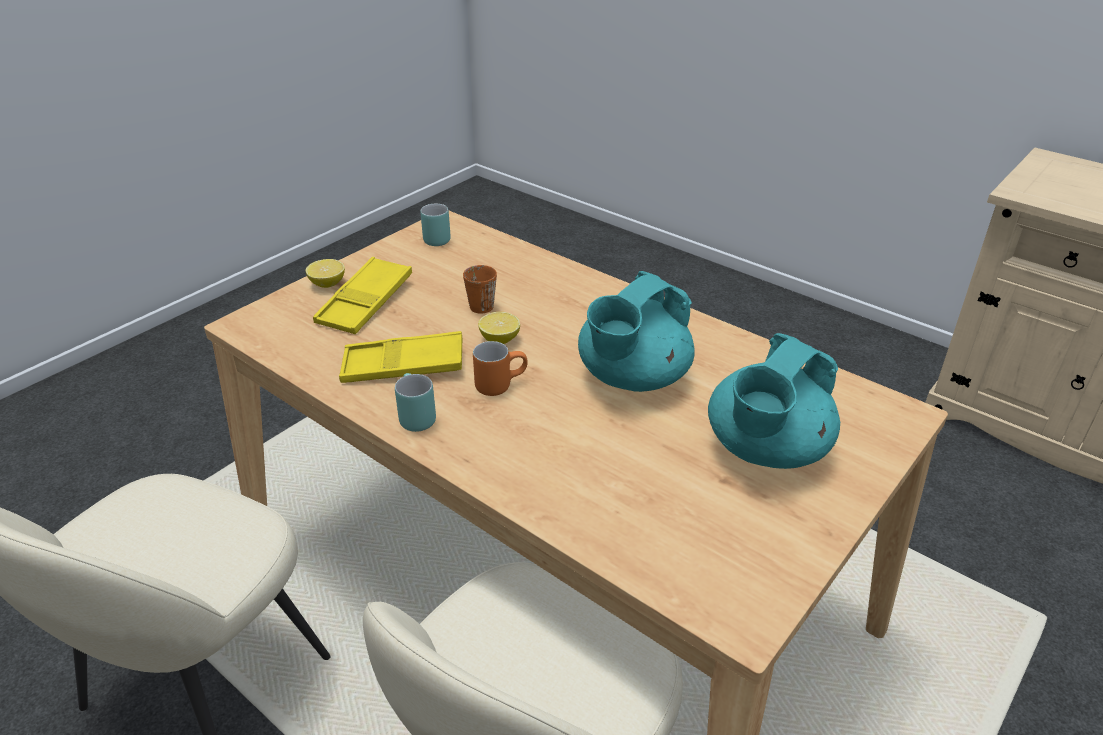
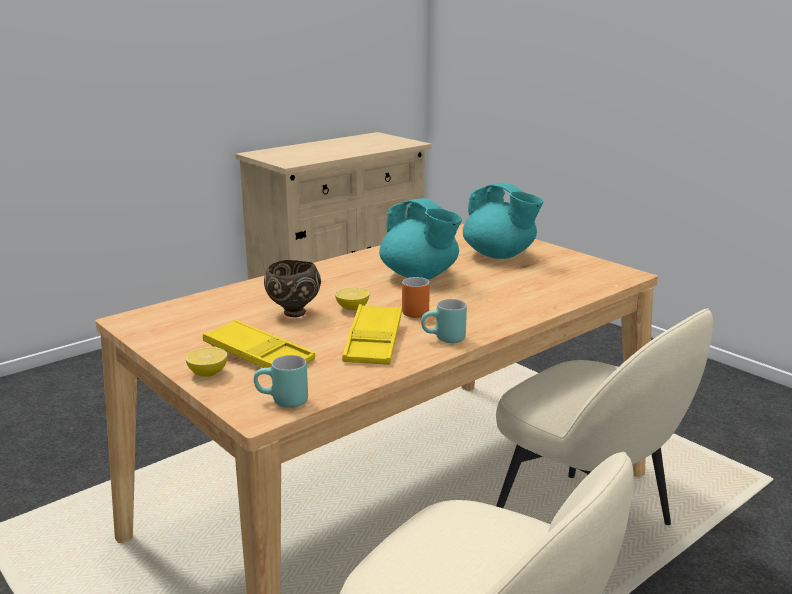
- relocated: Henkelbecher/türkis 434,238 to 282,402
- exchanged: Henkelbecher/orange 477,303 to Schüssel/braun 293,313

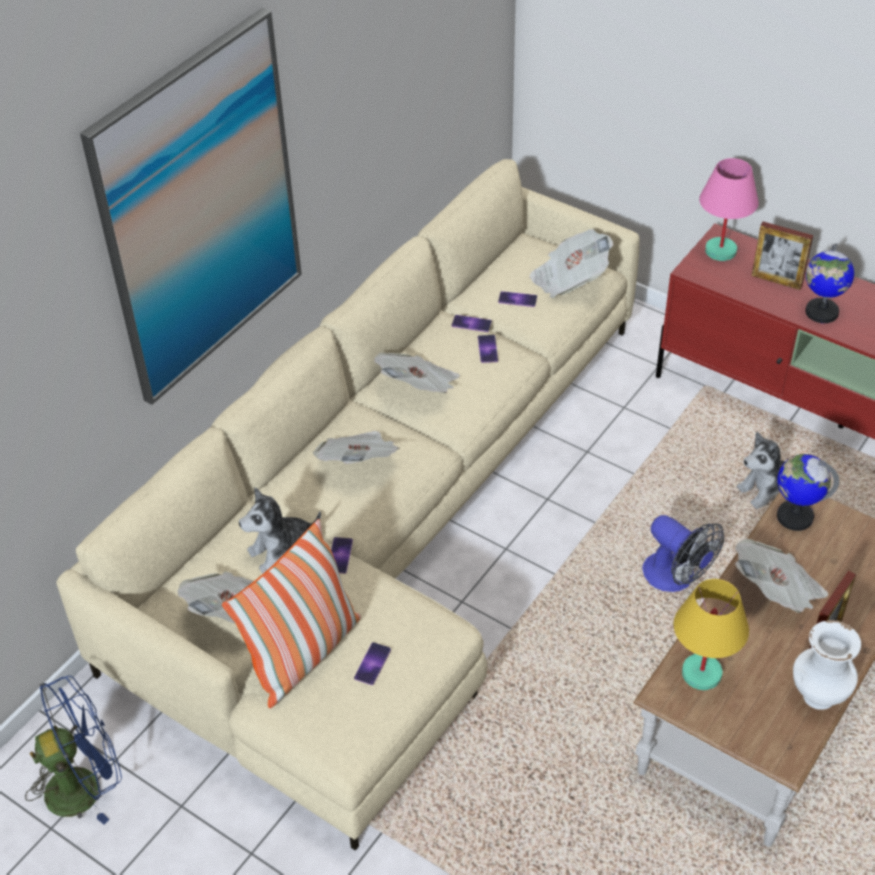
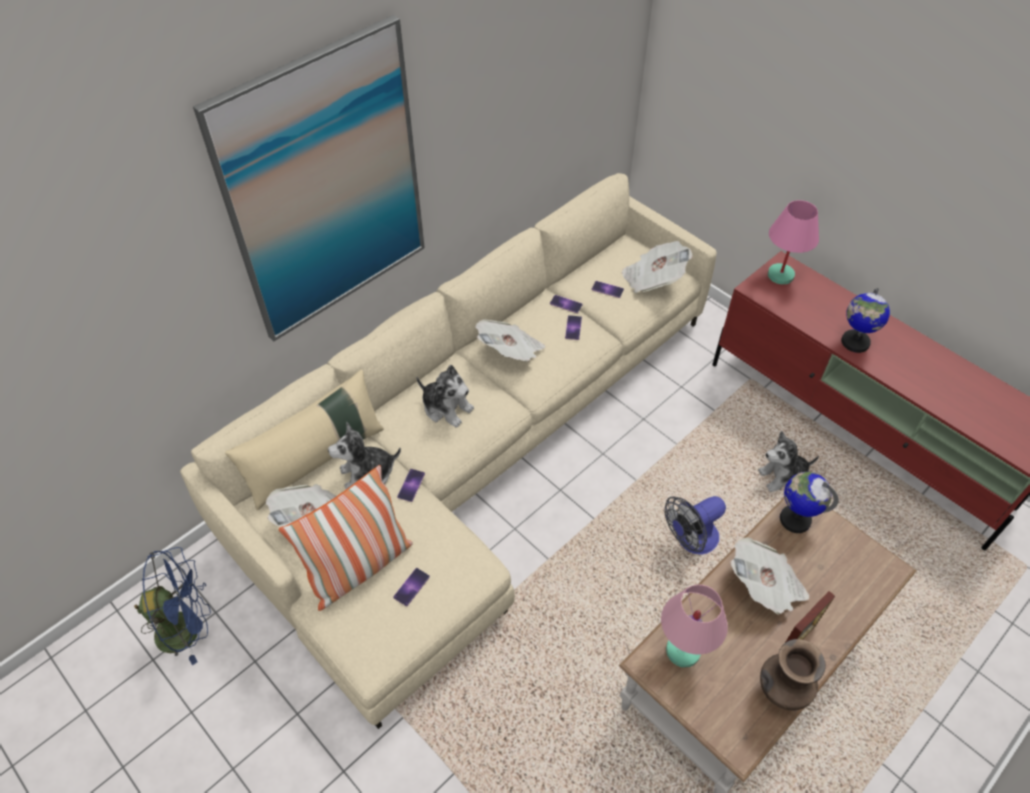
- missing: Bilderrahmen 776,280
- exchanged: Zeitung 358,463 to Plüschtier 446,408
- spun: Ventilator 676,578 = 691,540 90 degrees clockwise
- colour: Tischlampe/gelb 702,674 to Tischlampe/rosa 683,651
- colour: Vase/weiß 817,697 to Vase/braun 779,693
- appeared: Kissen/beige 316,460

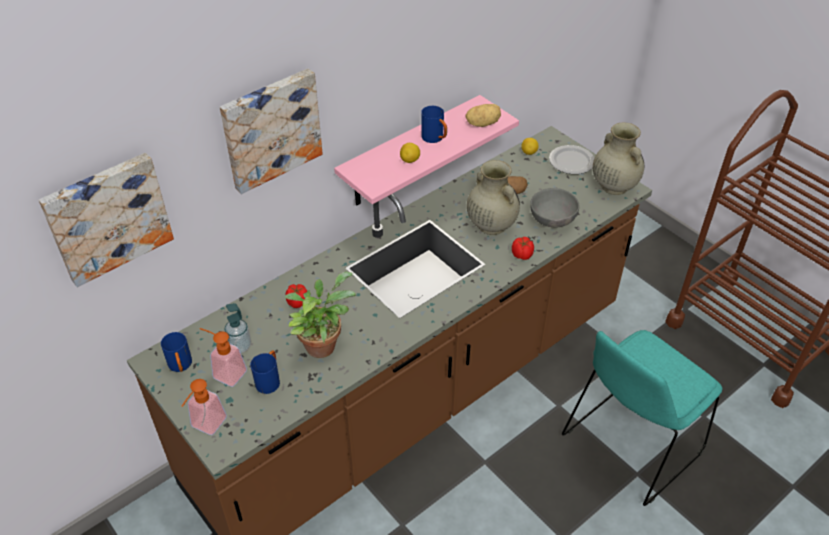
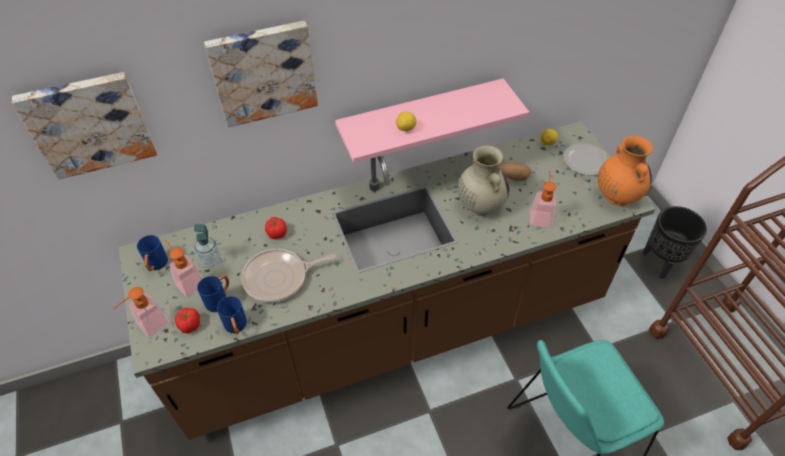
- missing: Kartoffel 482,123
- relocated: Henkelbecher/blau 435,139 to 236,327
- colour: Vase/beige 613,186 to Vase/orange 617,195
- exchanged: Schüssel/grau 552,221 to Seifenspender 540,216
- relocated: Tomate 522,255 to 190,325
- exchanged: Topfpflanze 322,343 to Pfanne 279,278
- appeared: Pflanzkübel/schwarz 661,263

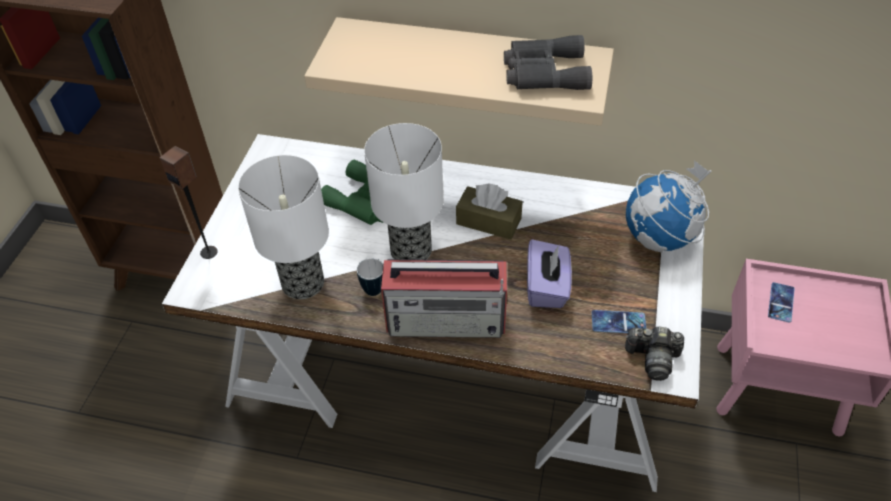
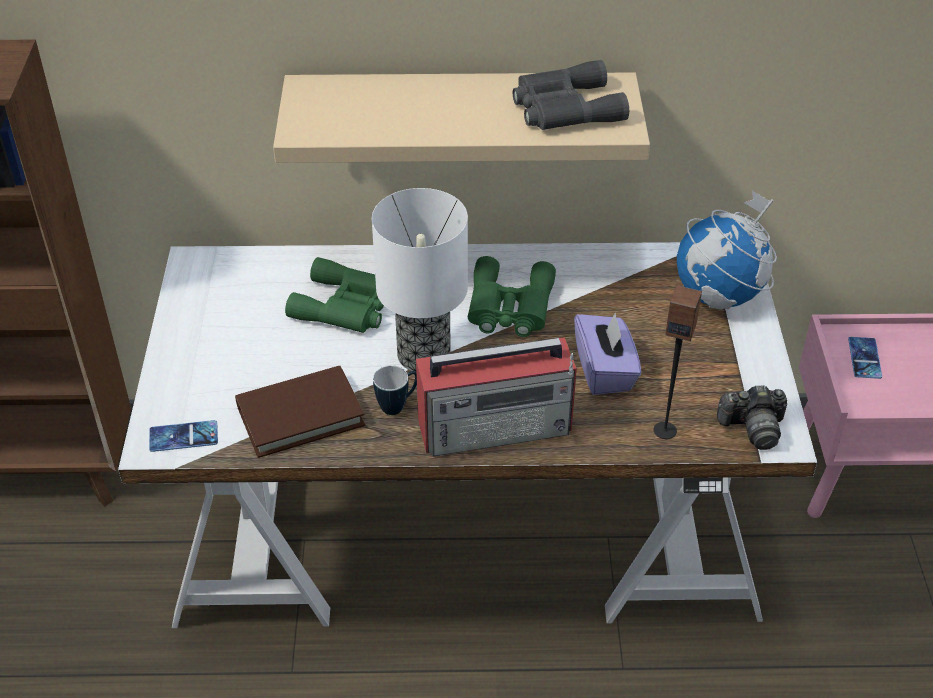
- relocated: Lautsprecher 209,252 to 665,430
- exchanged: Tischlampe 304,284 to Buch/braun 300,415
- exchanged: Taschentuchbox/braun 488,221 to Fernglas/grün 509,307
- relocated: Handy 618,322 to 183,436

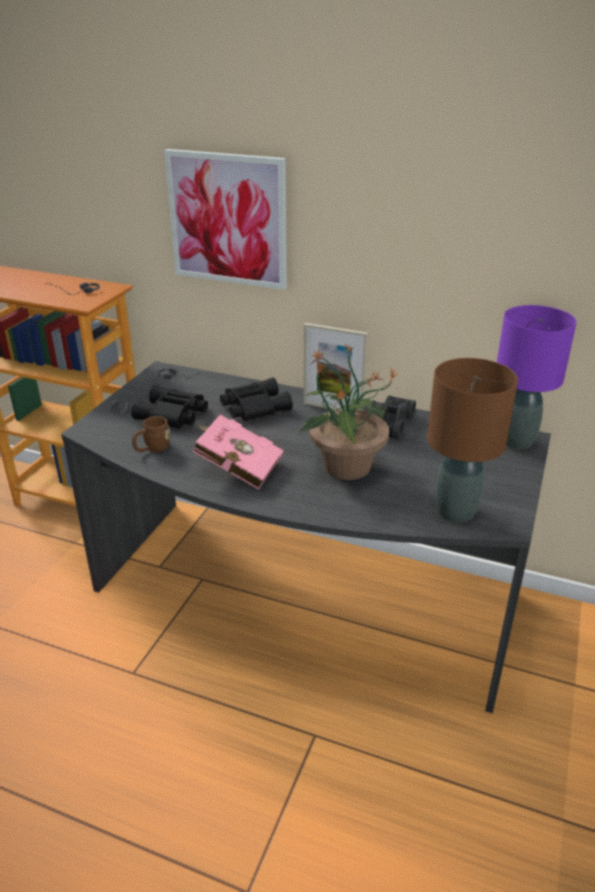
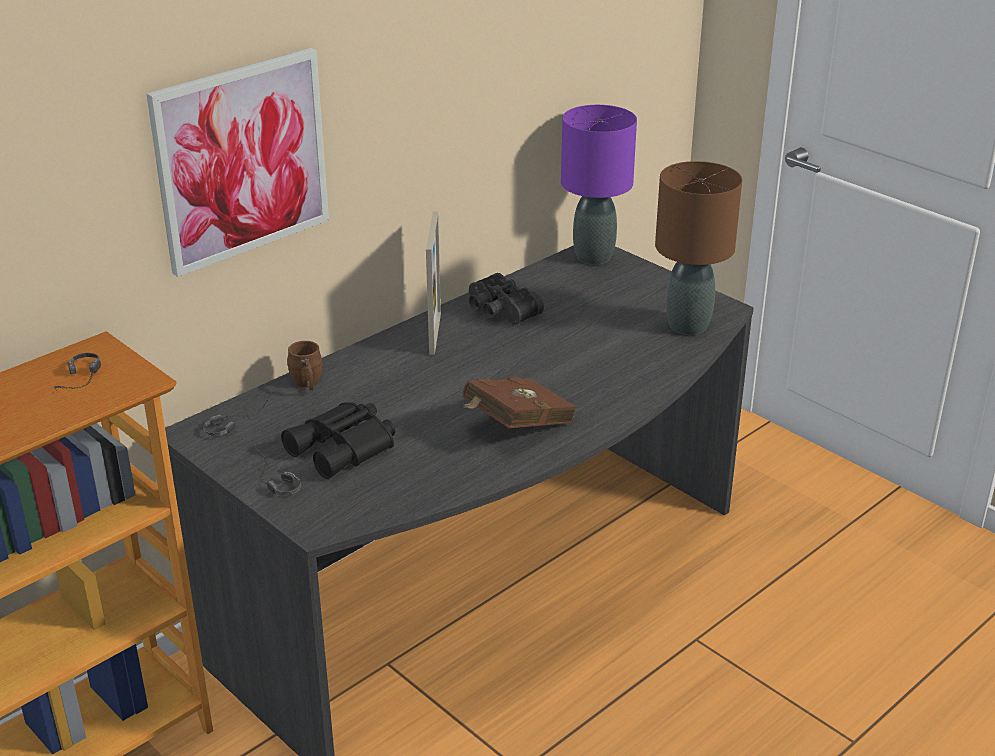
- spun: Bilderrahmen 332,408 = 435,333 45 degrees counterclockwise
- missing: Topfpflanze 345,467
- missing: Fernglas/schwarz 253,407
- colour: Buch/rosa 236,467 to Buch/braun 514,427
- relocated: Henkelbecher/braun 152,449 to 307,384

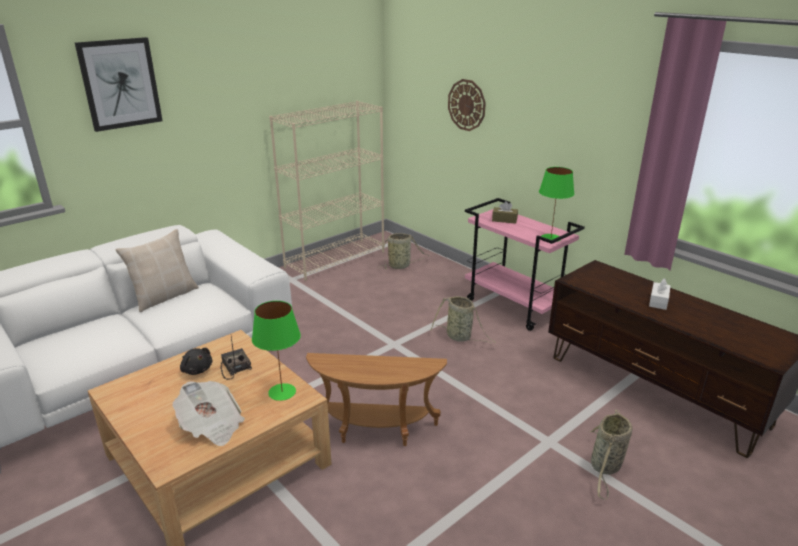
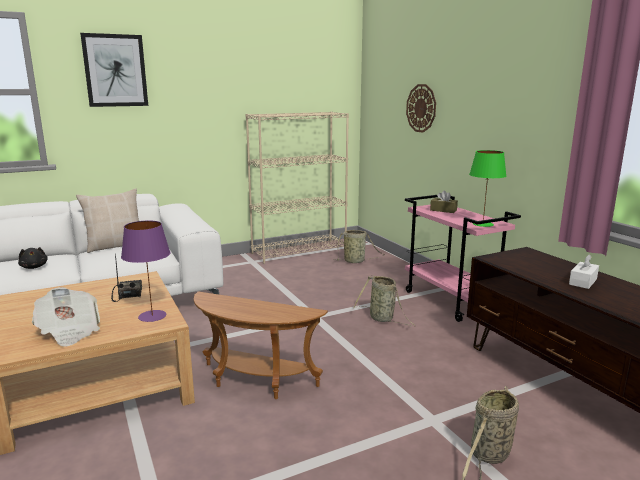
- colour: Tischlampe/grün 282,391 to Tischlampe/lila 153,316
- relocated: Plüschtier/schwarz 197,369 to 34,267

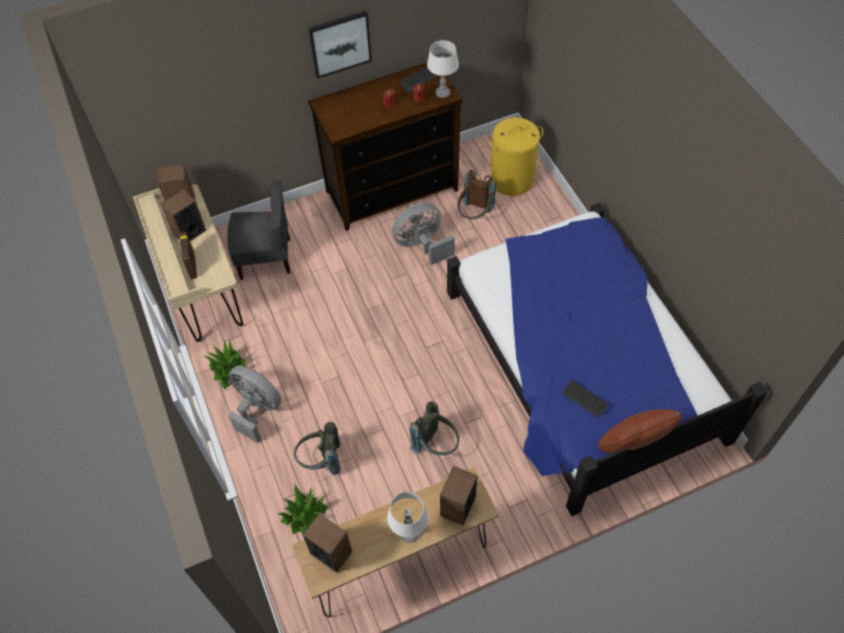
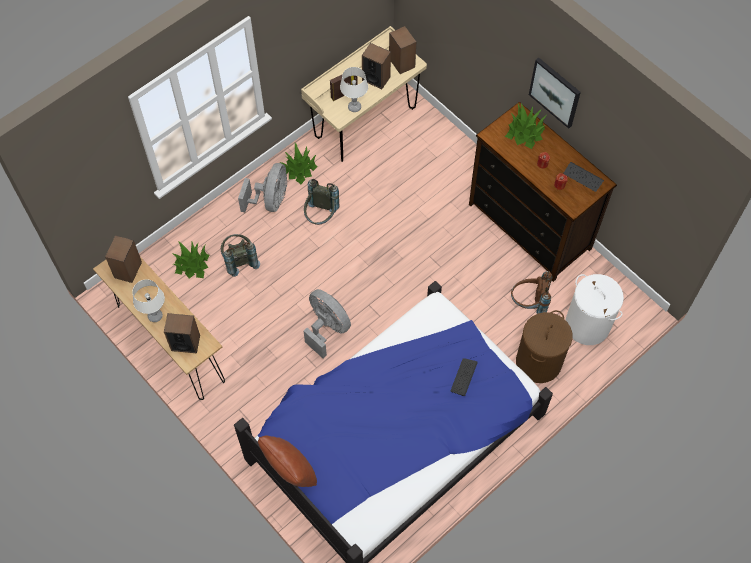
- relocated: Tischlampe/weiß 443,93 to 354,107
- colour: Wäschekorb/gelb 512,179 to Wäschekorb/weiß 587,325
- missing: Stuhl/grau 266,258
- relocated: Ventilator/grau 422,245 to 327,328
- relocated: Tastatur 585,399 to 463,377
- relocated: Rucksack/grau 436,445 to 321,217
- appeared: Topfpflanze 525,132
- appeared: Wäschekorb/braun 538,362

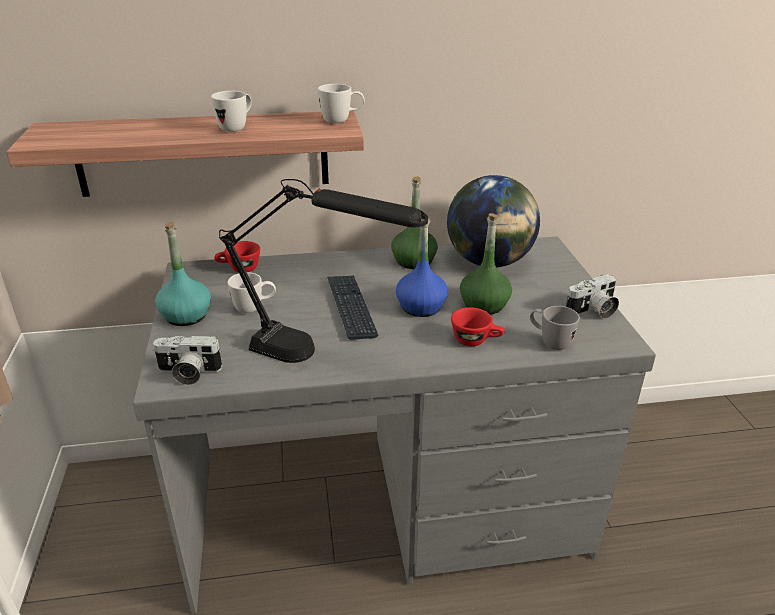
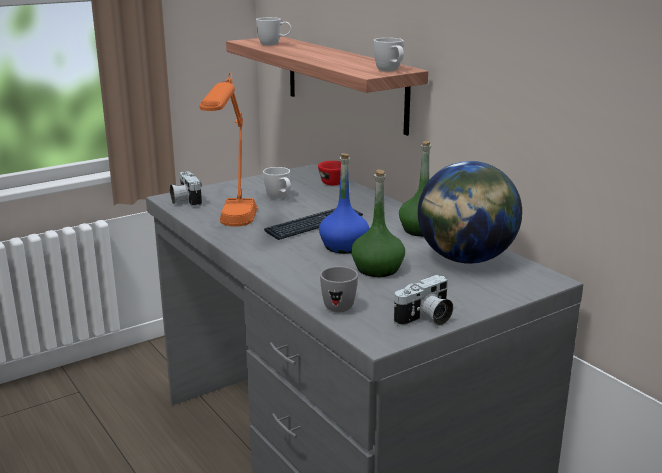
- relocated: Henkelbecher/weiß 236,128 to 274,45
- colour: Tischlampe/schwarz 320,359 to Tischlampe/orange 233,229
- missing: Flasche/türkis 186,316
- spun: Kamera 593,311 = 425,319 75 degrees counterclockwise
- missing: Tasse/rot 476,340

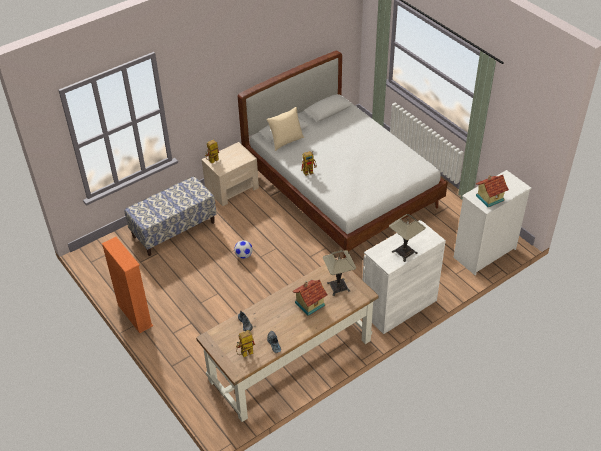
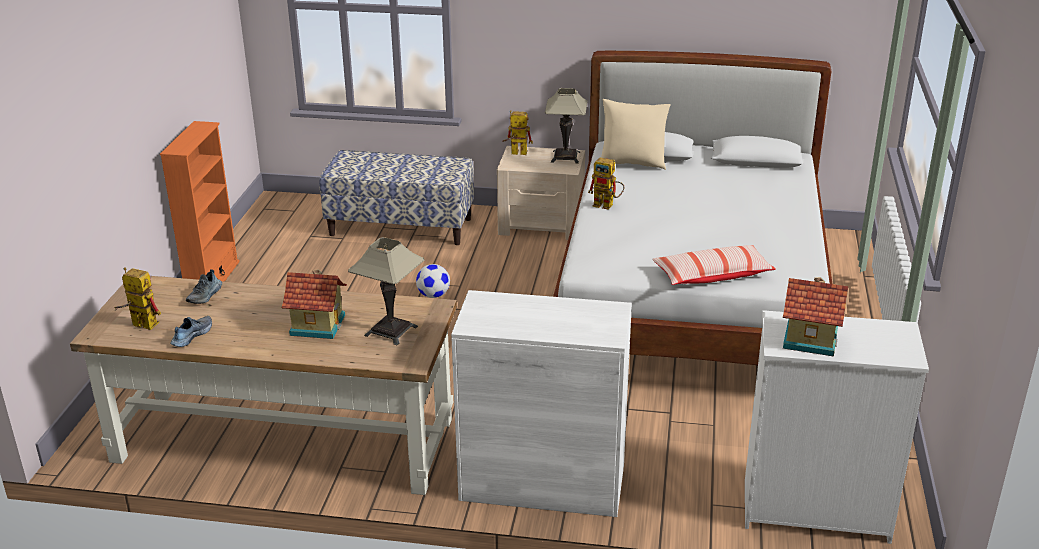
- relocated: Tischlampe 404,252 to 565,157
- appeared: Kissen 712,275

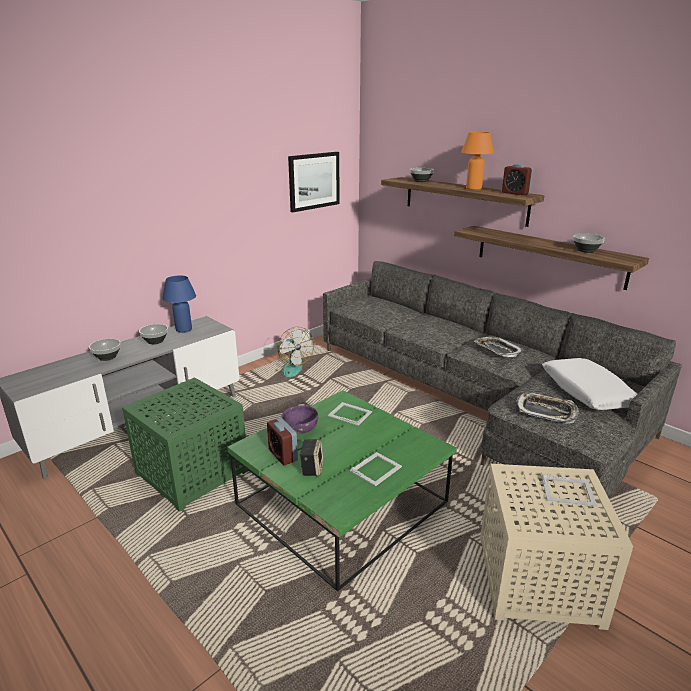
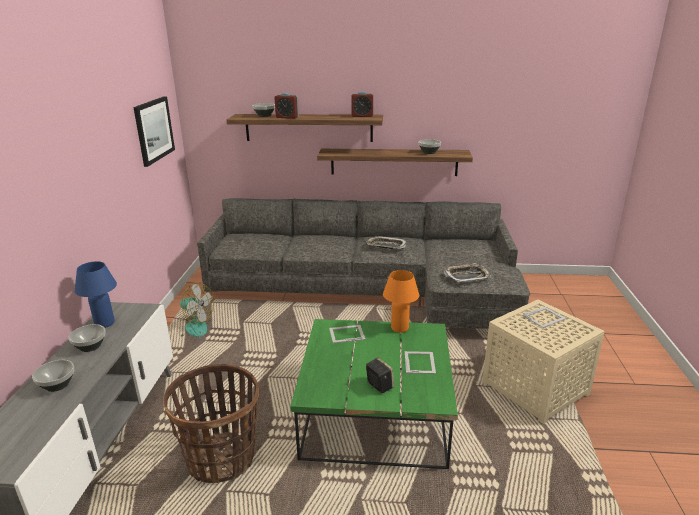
- relocated: Tischlampe/orange 473,188 to 399,328
- missing: Kissen/weiß 587,392
- exchanged: Beistelltisch/grün 192,472 to Korb 221,459
- missing: Schüssel/lila 300,428
- relocated: Wecker 283,455 to 287,117

